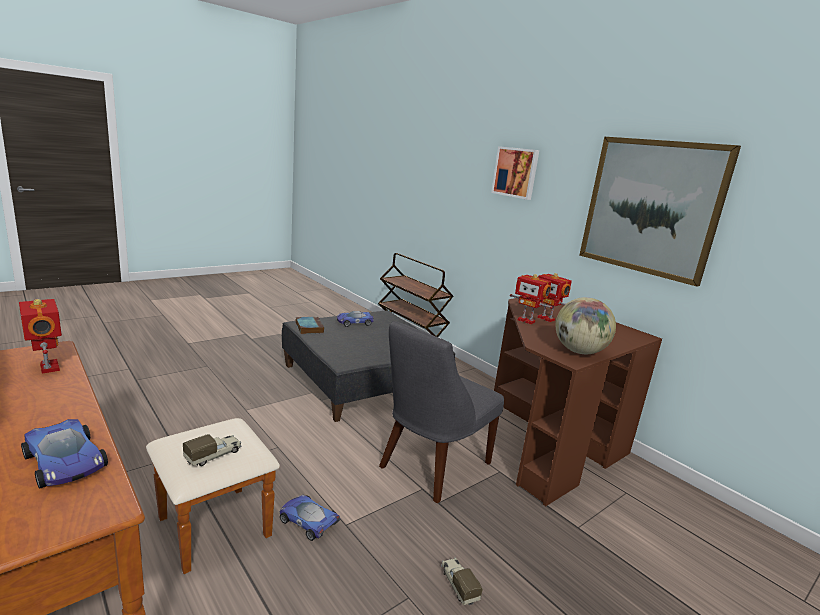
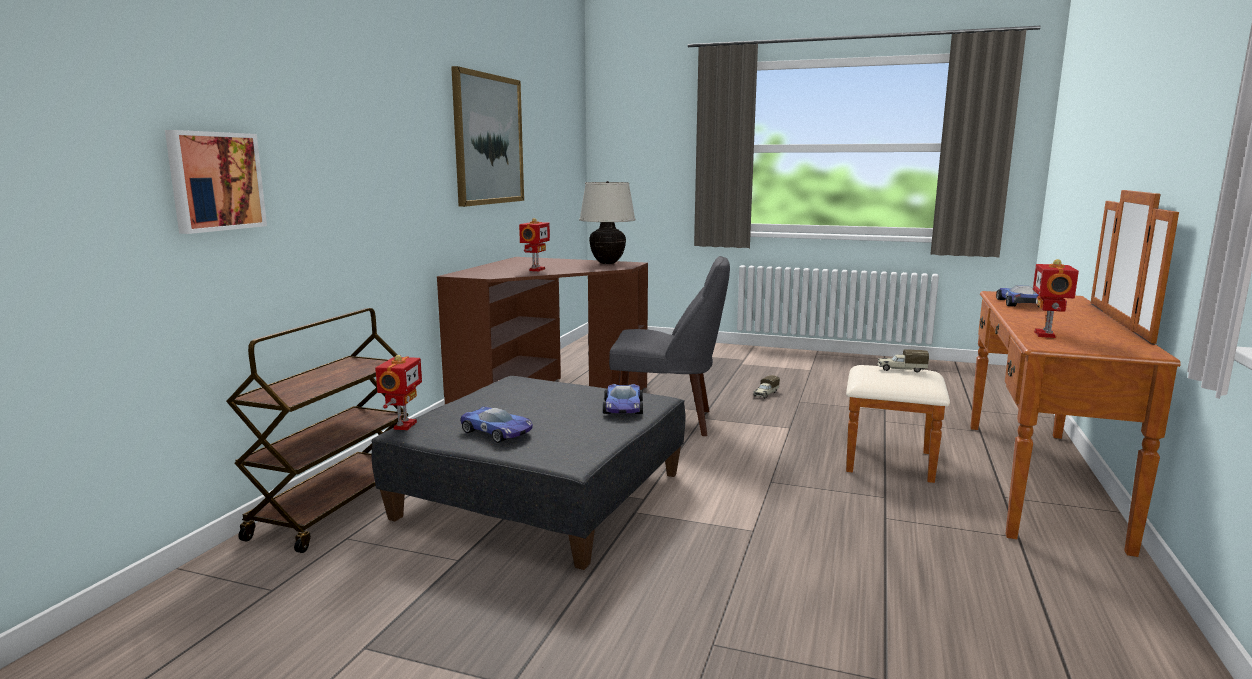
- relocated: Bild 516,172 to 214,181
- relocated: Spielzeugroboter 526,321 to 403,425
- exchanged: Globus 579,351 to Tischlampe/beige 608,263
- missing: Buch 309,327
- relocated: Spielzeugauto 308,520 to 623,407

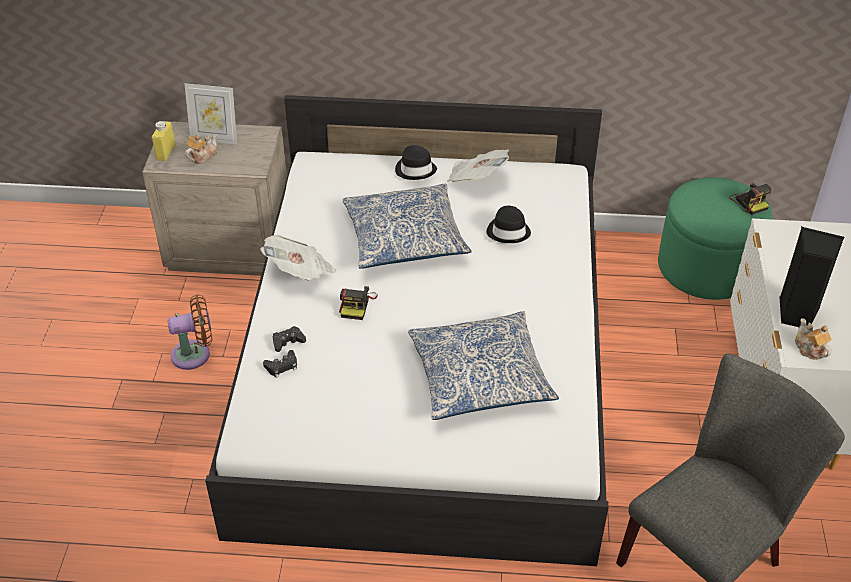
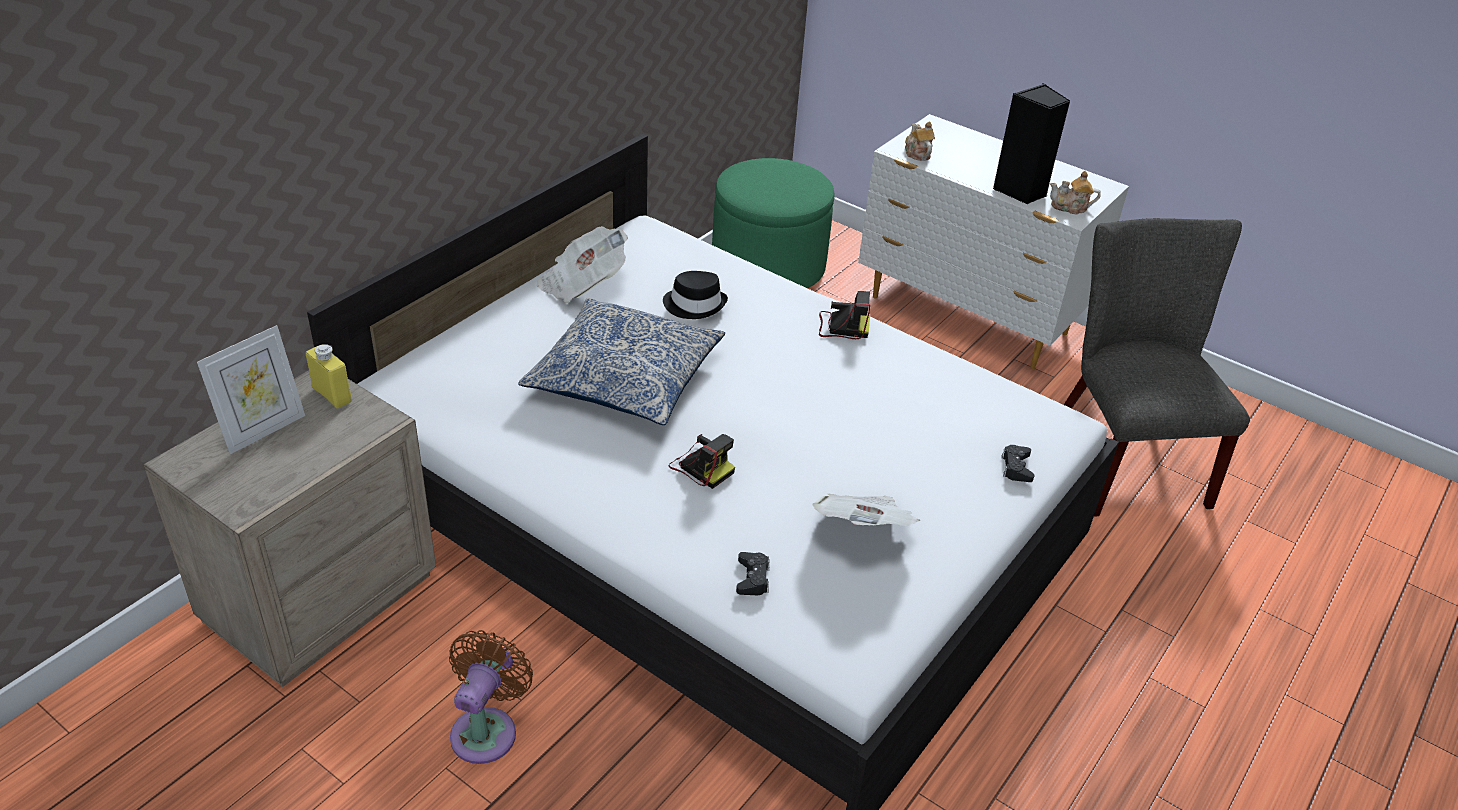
- relocated: Flasche/gelb 166,152 to 332,395
- relocated: Teekanne 202,156 to 917,153
- missing: Hut/schwarz 415,169
- relocated: Kamera 748,202 to 841,327
- relocated: Zeitung 300,272 to 863,530
- missing: Kissen 480,376
- relocated: Gamepad/schwarz 288,342 to 1016,467

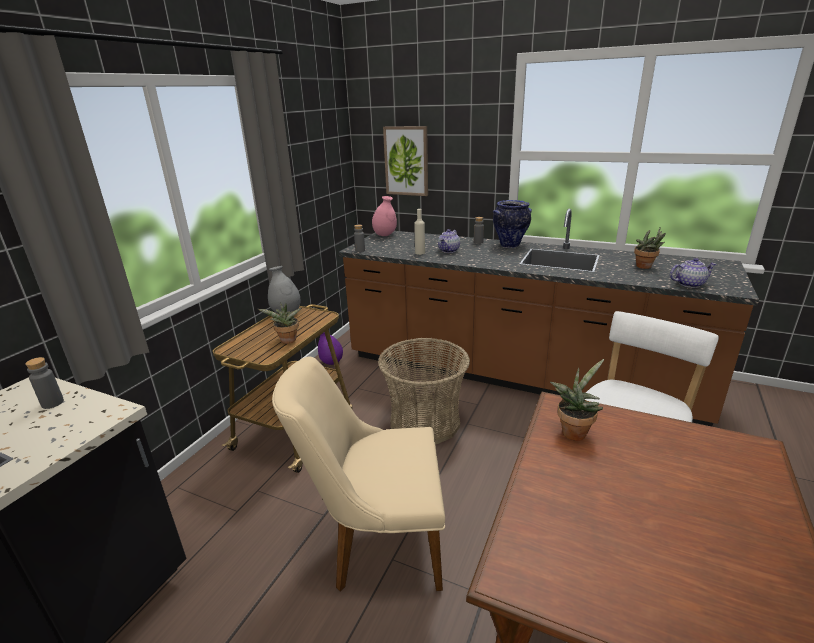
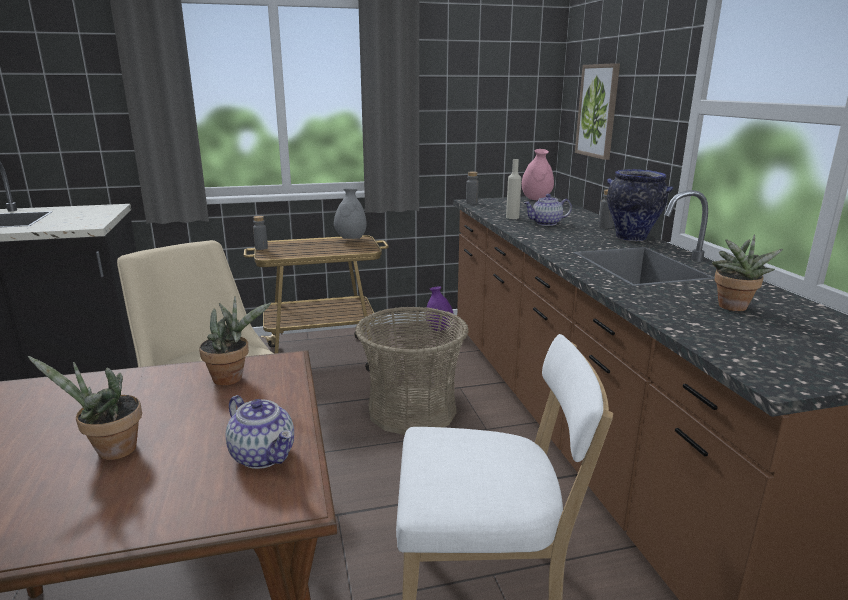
- relocated: Teekanne 689,284 to 264,455
- relocated: Topfpflanze 287,341 to 110,451
- relocated: Flasche/grau 52,403 to 261,248

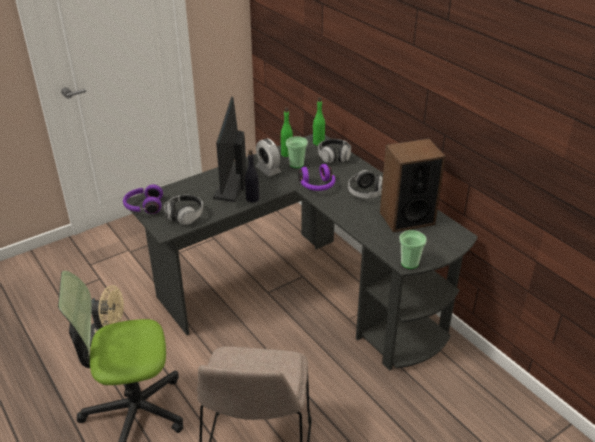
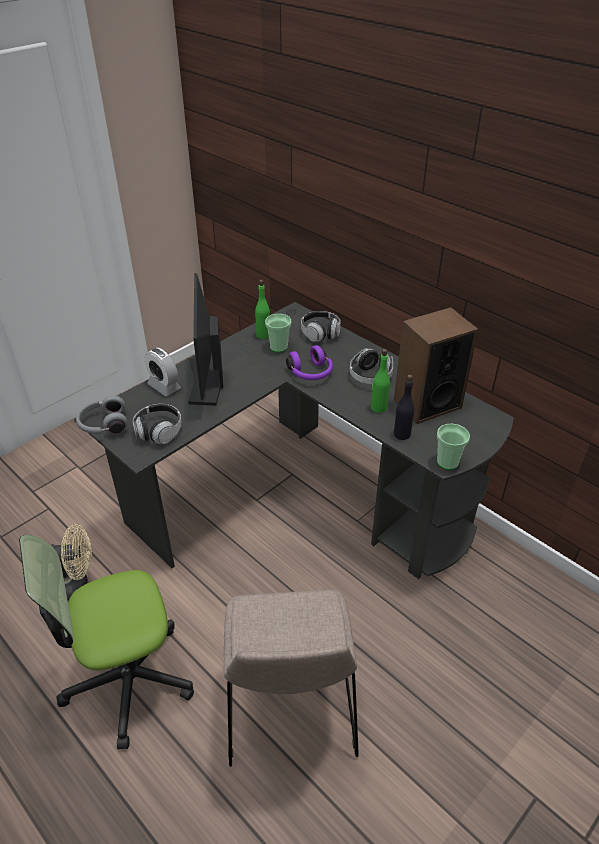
- relocated: Flasche/grün 318,143 to 378,407
- relocated: Wecker 268,170 to 164,386
- relocated: Flasche/schwarz 252,198 to 401,434
- colour: Kopfhörer/lila 143,207 to Kopfhörer/grau 103,425

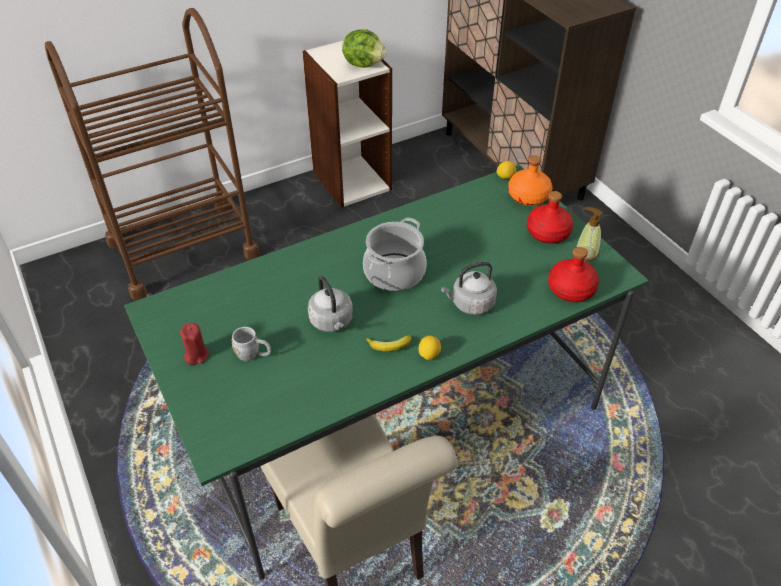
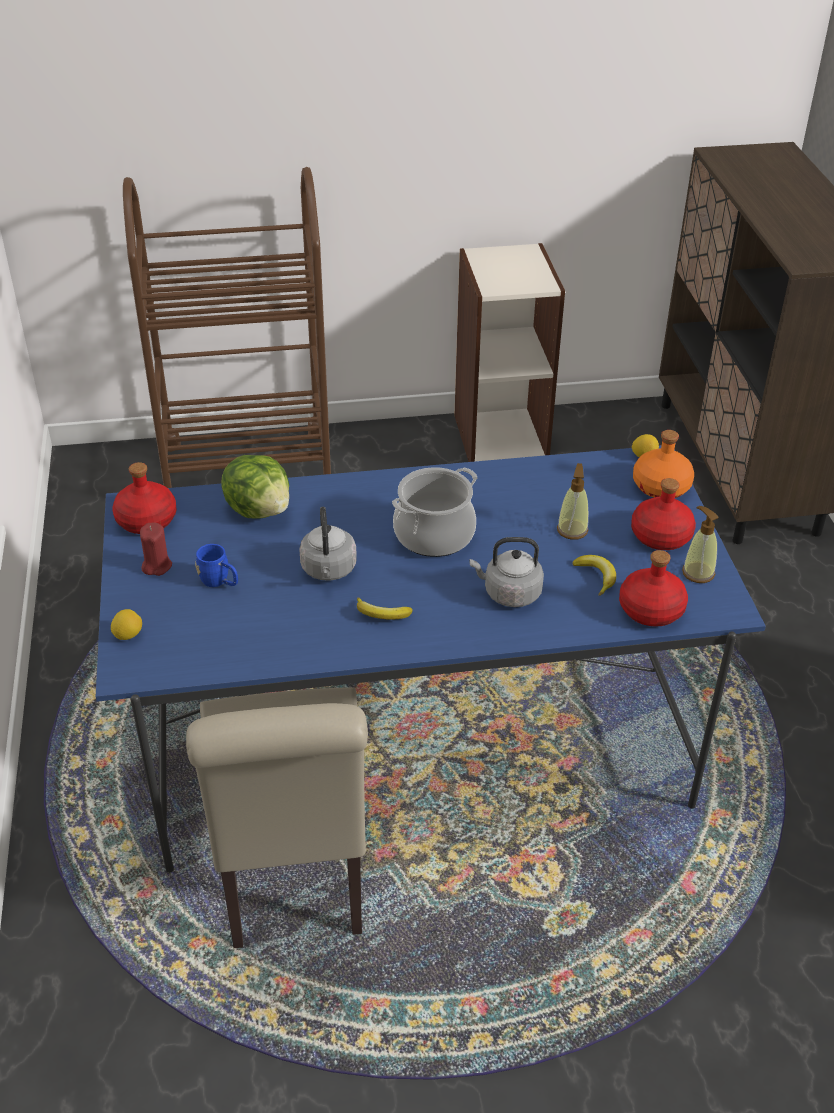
- relocated: Salatkopf 364,64 to 260,509
- colour: Esstisch/grün 390,409 to Esstisch/blau 415,729
- colour: Henkelbecher/grau 253,355 to Henkelbecher/blau 219,582
- relocated: Zitrone 429,354 to 128,635
- appeared: Flasche/rot 147,520
- appeared: Seifenspender 572,530
- appeared: Banane 596,577

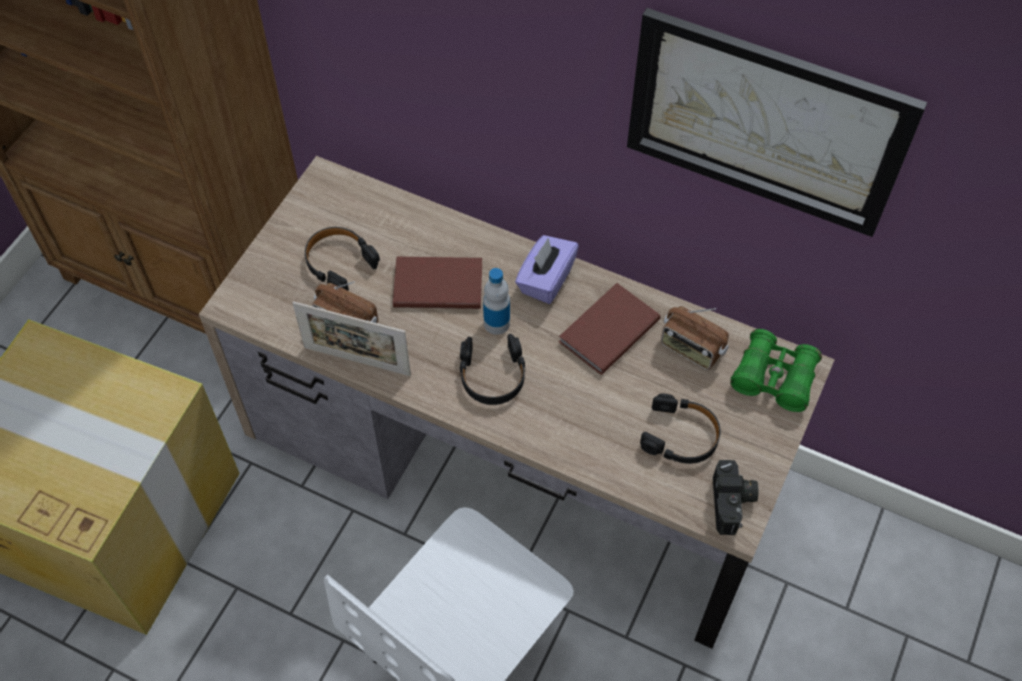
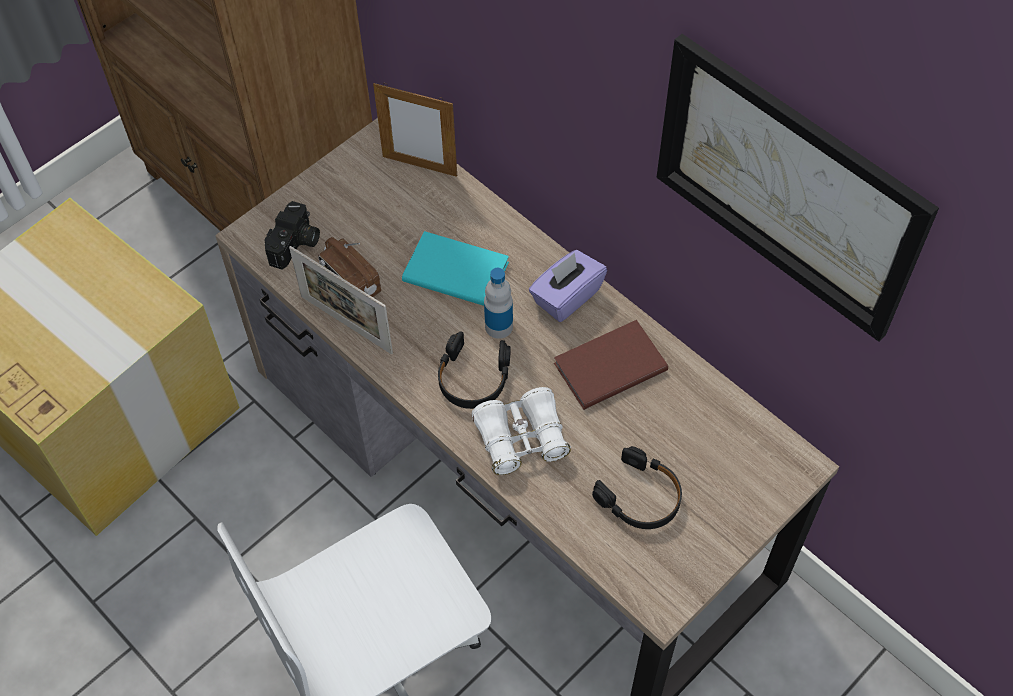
- missing: Kopfhörer/schwarz 339,262
- colour: Buch/braun 437,283 to Buch/türkis 455,270
- missing: Radio 691,349
- missing: Fernglas/grün 774,378
- relocated: Kamera 733,503 to 296,245
- appeared: Bilderrahmen 420,166
- appeared: Fernglas/weiß 521,438

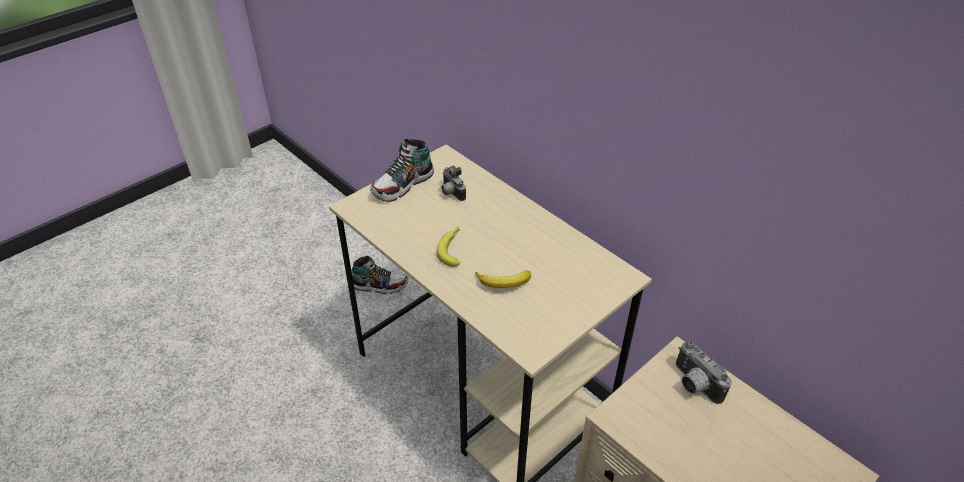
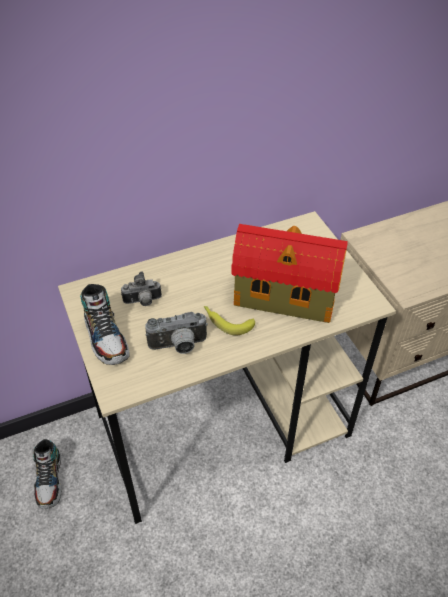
- spun: Schuh 379,285 = 50,480 150 degrees clockwise
- exchanged: Banane 504,283 to Spielzeughaus 287,298
- relocated: Kamera 693,385 to 178,346

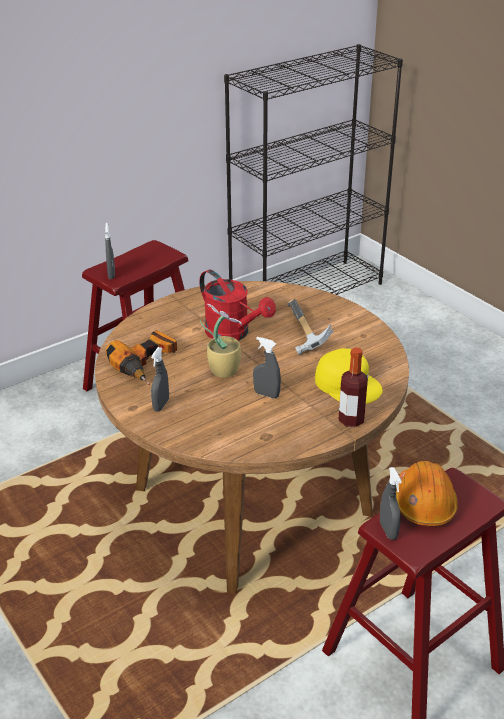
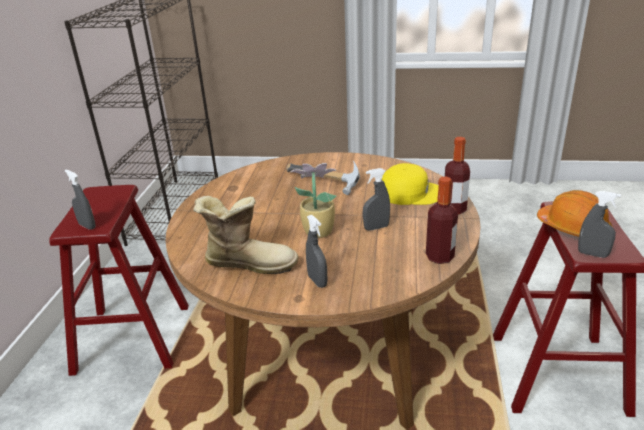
- missing: Gießkanne/rot 233,333
- exchanged: Bohrmaschine 147,364 to Stiefel 249,262
- appeared: Flasche 439,257

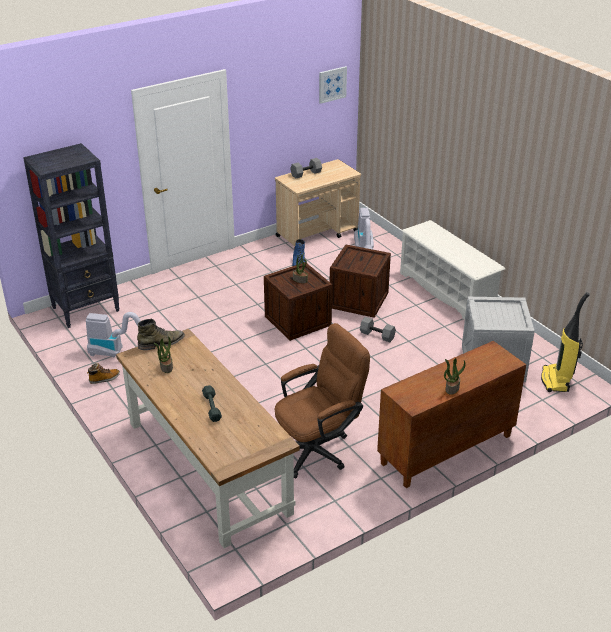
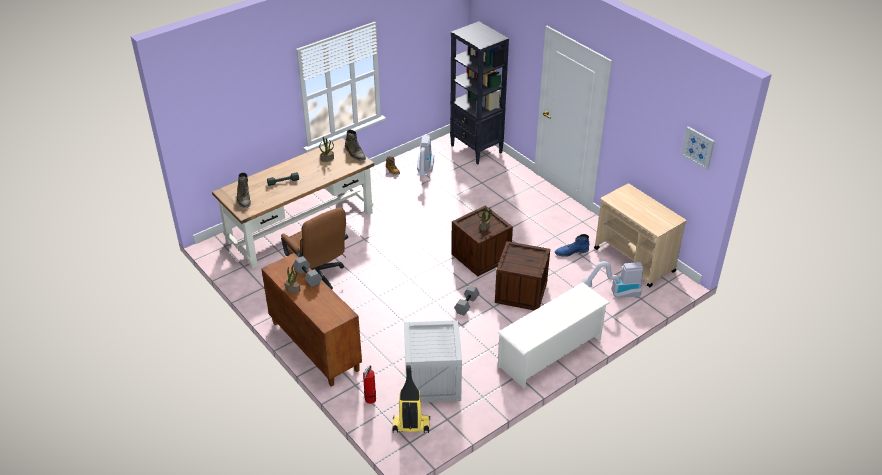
- relocated: Hantel/grau 306,173 to 308,277
- appeared: Stiefel/grün 244,198
- appeared: Feuerlöscher 370,400

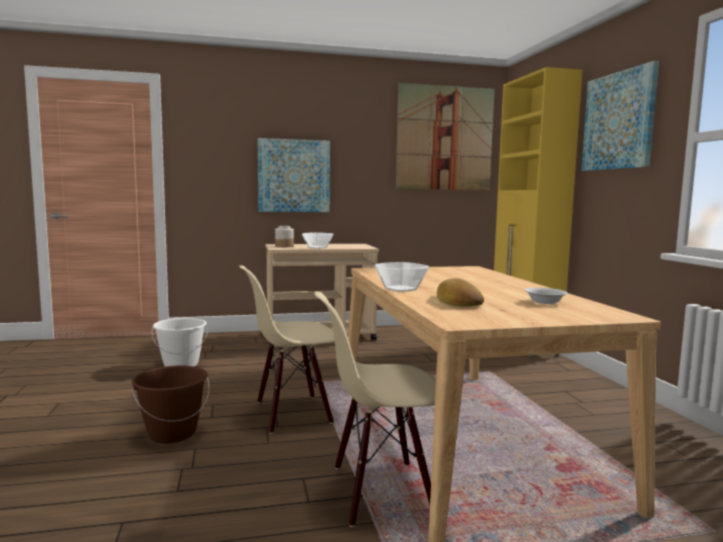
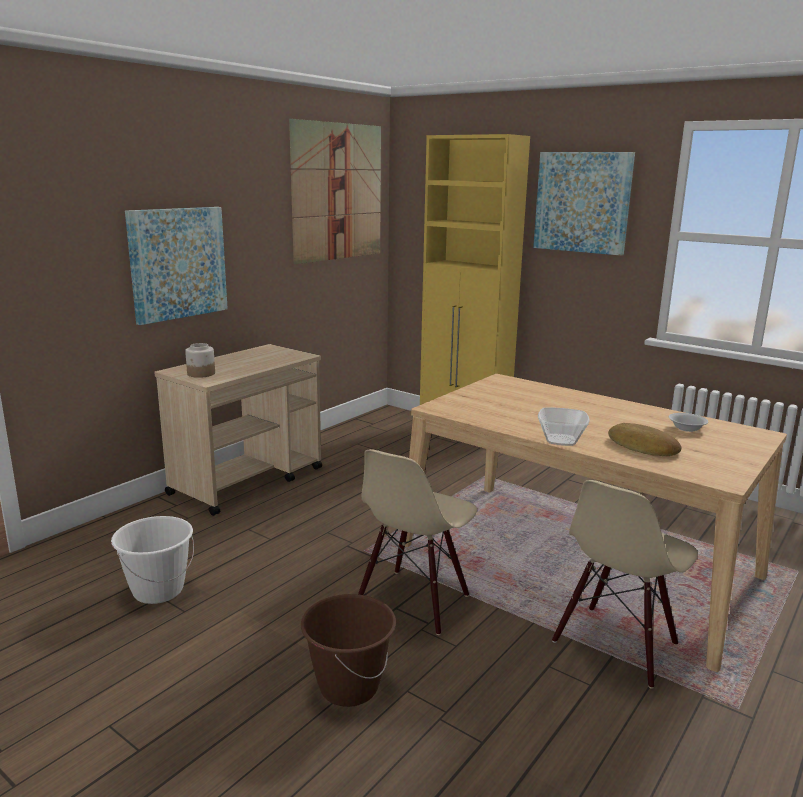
- missing: Schüssel 317,247

